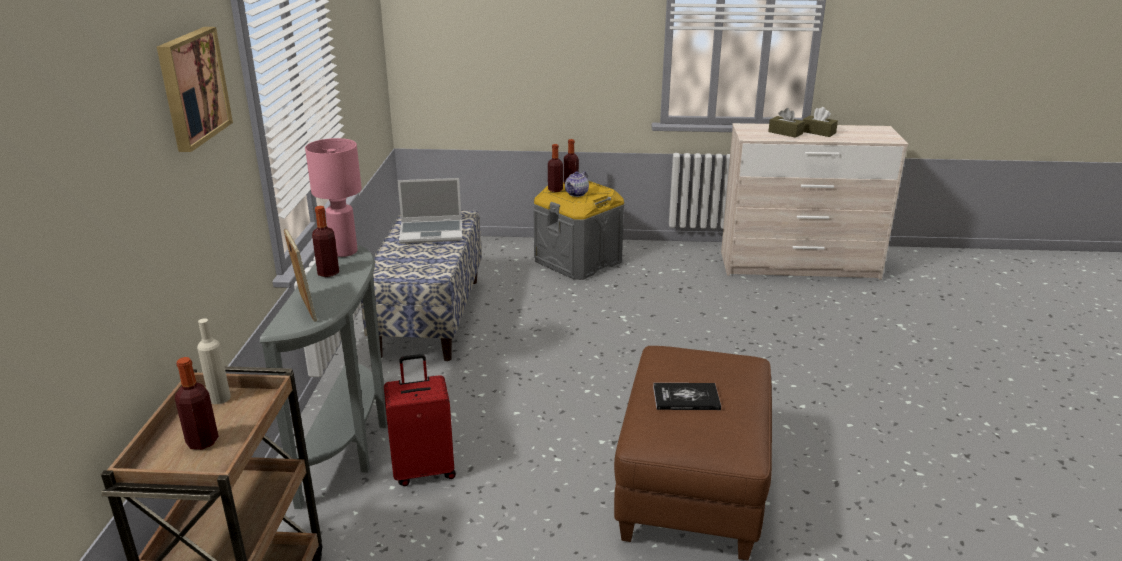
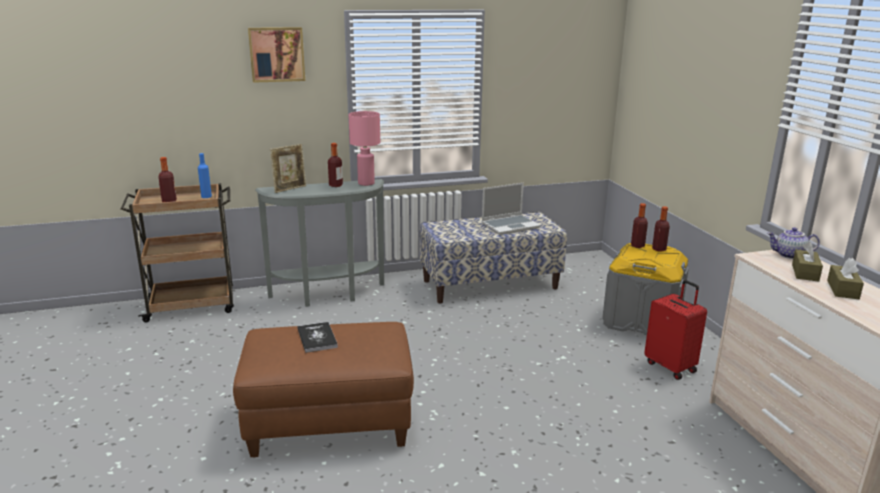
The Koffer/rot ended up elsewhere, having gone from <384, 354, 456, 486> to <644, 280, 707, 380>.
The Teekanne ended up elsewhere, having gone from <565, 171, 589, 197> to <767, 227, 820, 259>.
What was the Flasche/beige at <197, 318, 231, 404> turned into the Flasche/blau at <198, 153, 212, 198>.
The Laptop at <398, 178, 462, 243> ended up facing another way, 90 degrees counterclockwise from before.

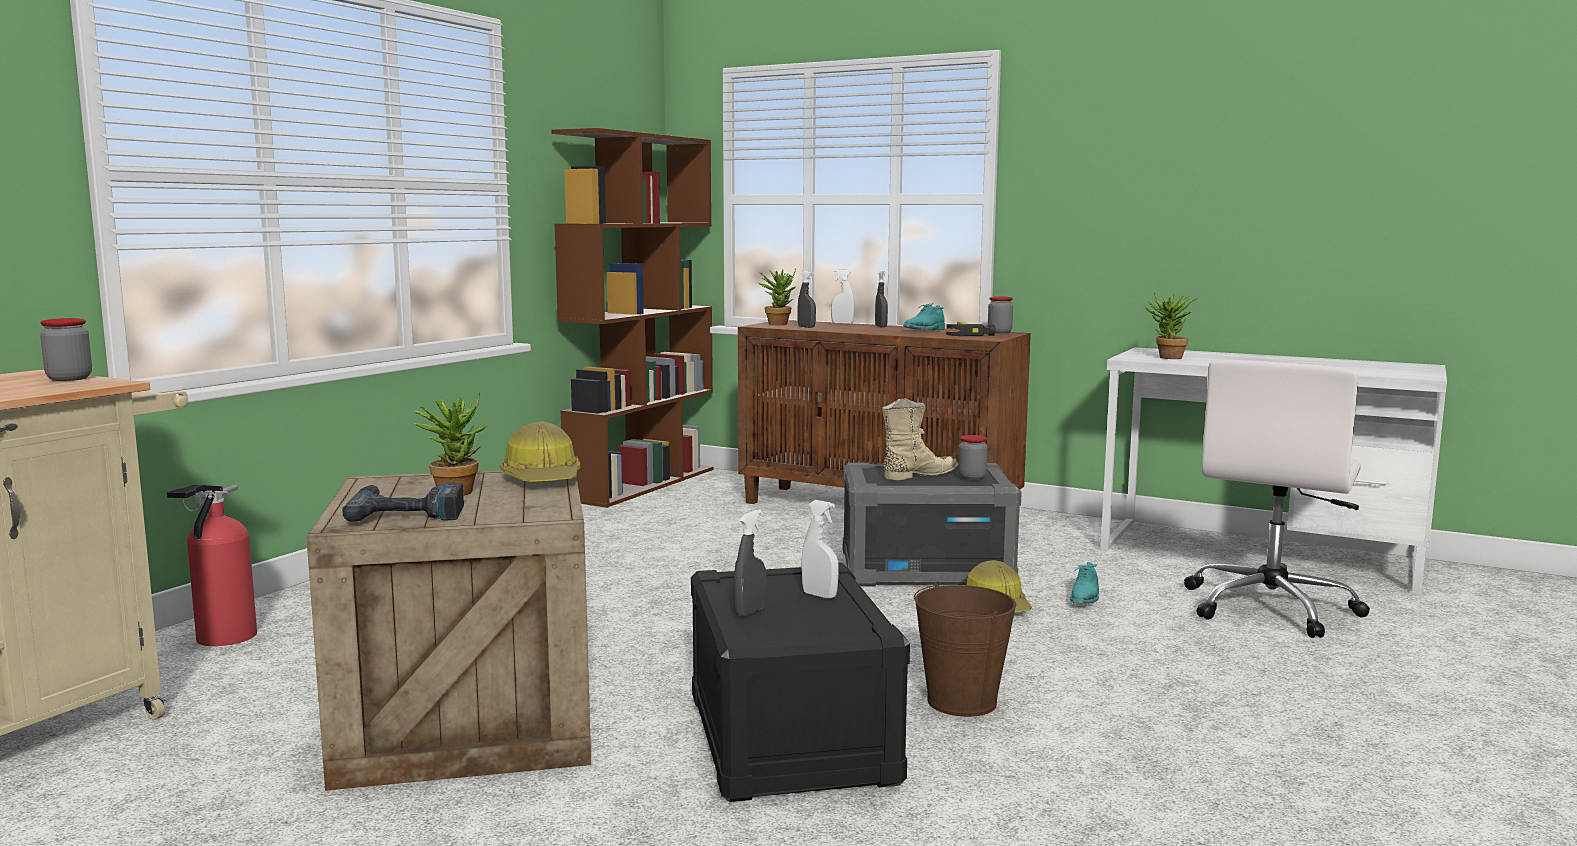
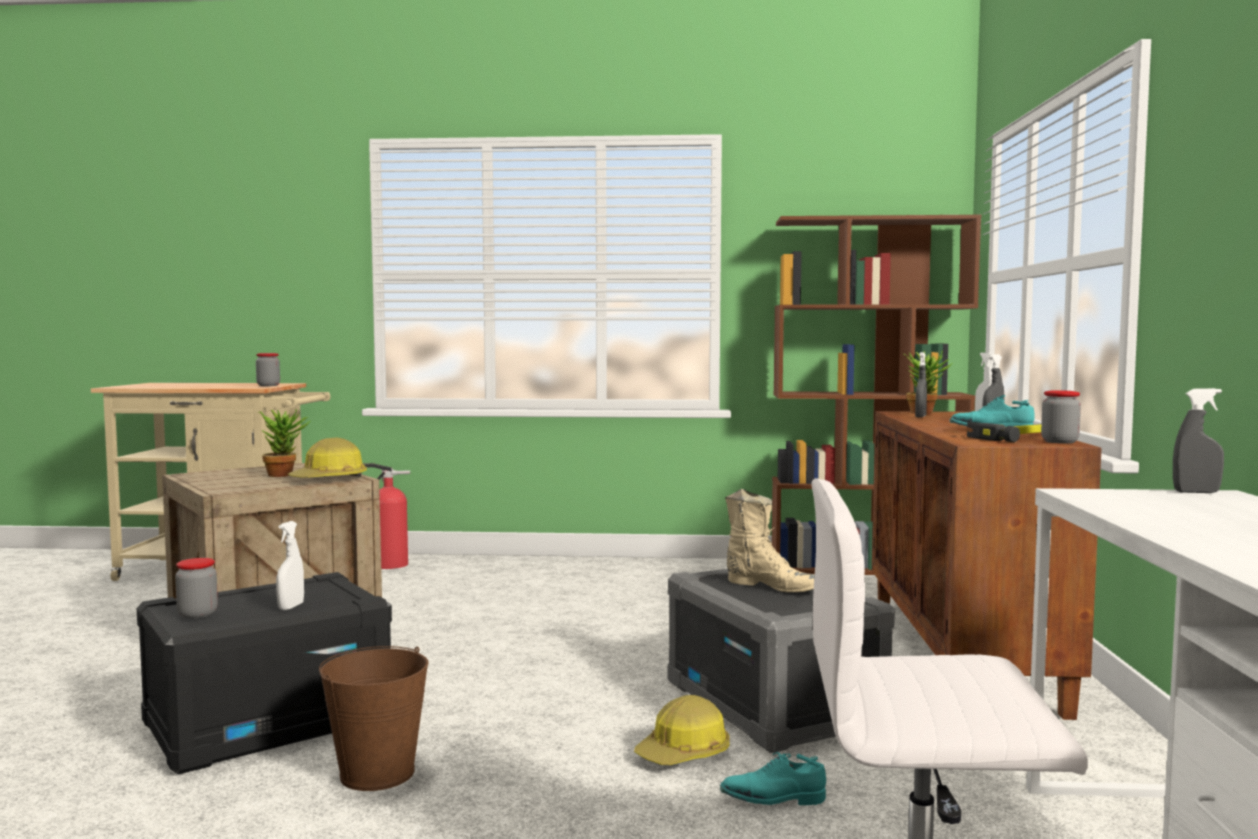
The second view lost the Bohrmaschine at <342, 482, 464, 522>.
The second view lost the Topfpflanze at <1144, 292, 1198, 359>.
The Sprühflasche/grau ended up elsewhere, having gone from <734, 510, 766, 617> to <1173, 388, 1224, 493>.
The Vorratsglas ended up elsewhere, having gone from <958, 435, 988, 480> to <175, 558, 218, 619>.

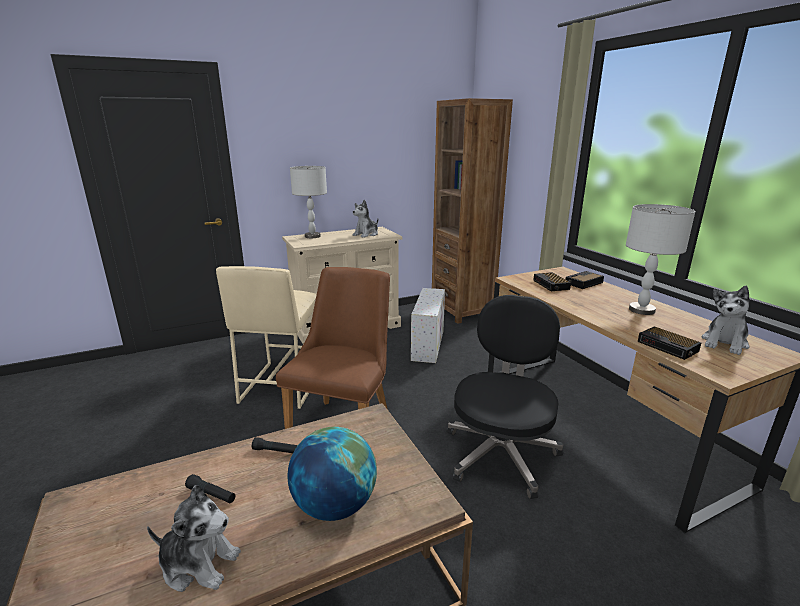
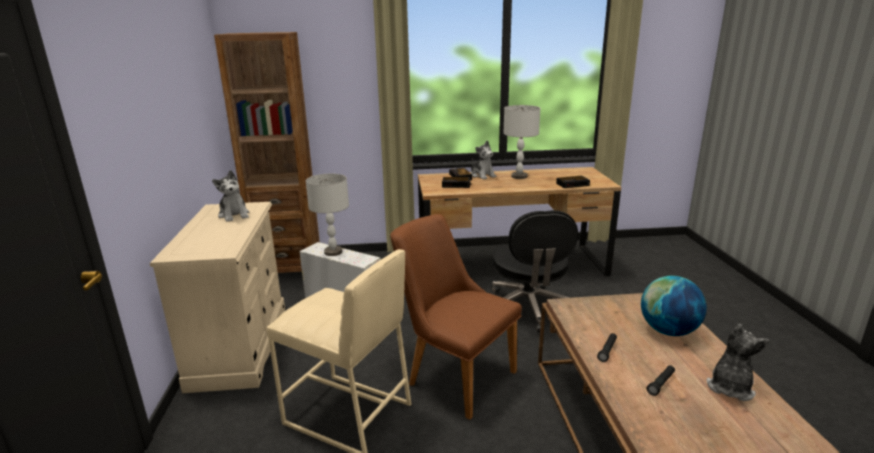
The Tischlampe/grau ended up elsewhere, having gone from <290, 166, 327, 238> to <306, 174, 349, 256>.
The Plüschtier ended up elsewhere, having gone from <702, 286, 749, 355> to <471, 141, 496, 179>.
The Bürostuhl/schwarz at <447, 295, 563, 499> ended up facing another way, 135 degrees counterclockwise from before.

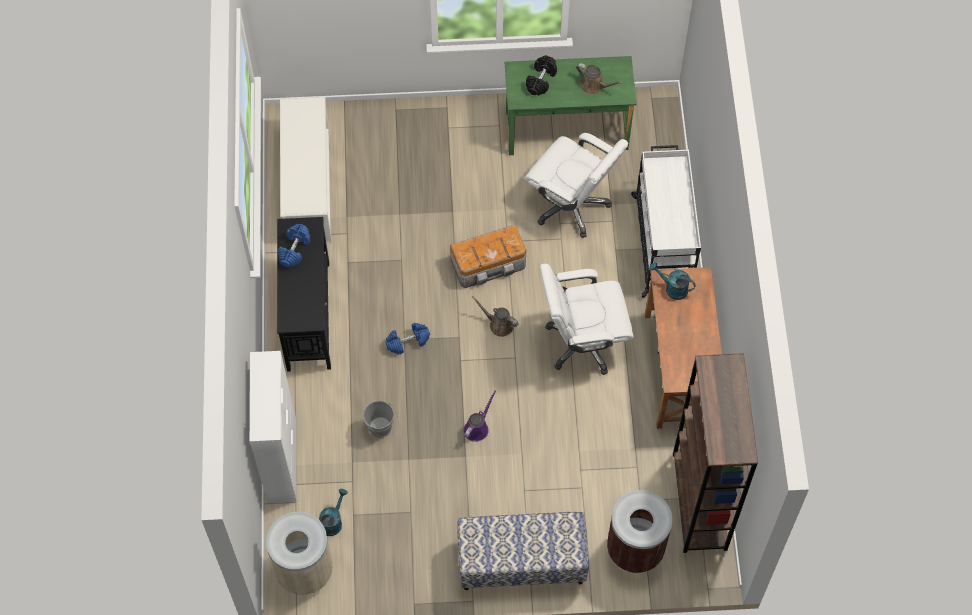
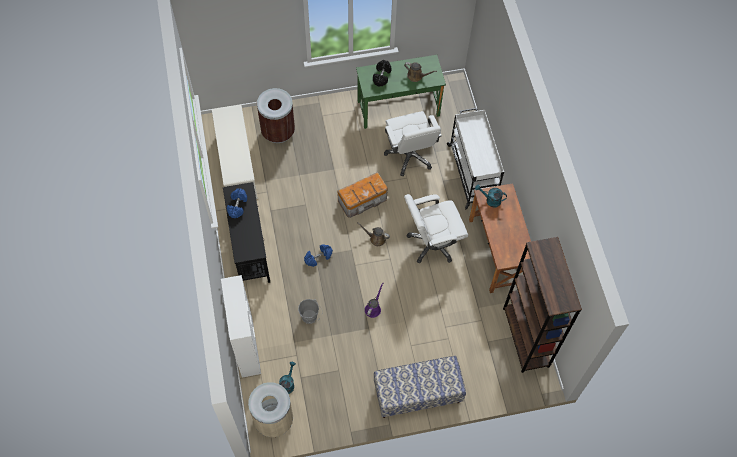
The Mülleimer/braun ended up elsewhere, having gone from <607, 490, 672, 573> to <257, 88, 295, 143>.
The Bürostuhl/weiß at <524, 133, 628, 238> ended up facing another way, 45 degrees clockwise from before.

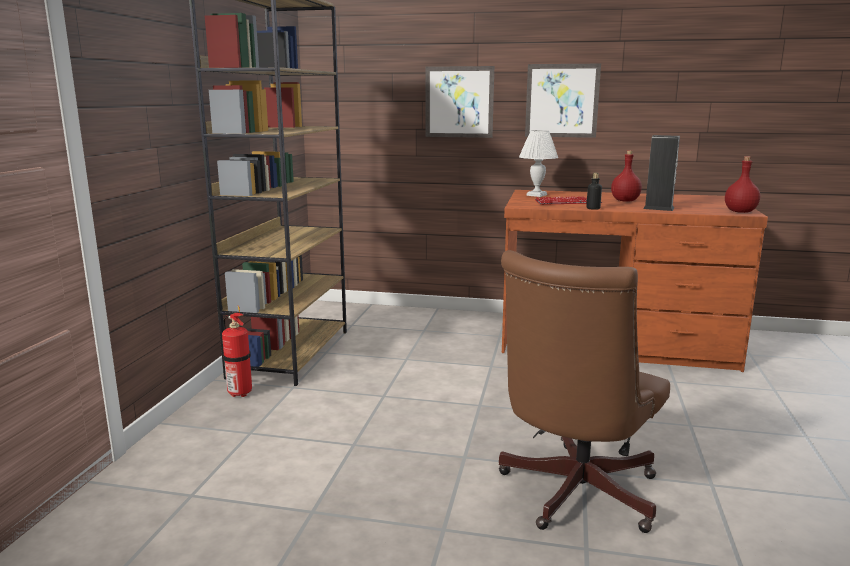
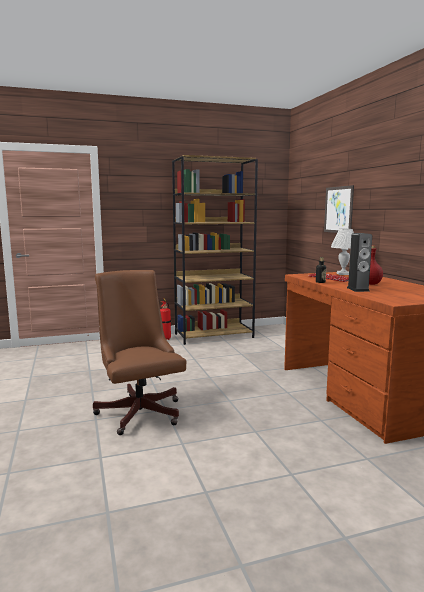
The second view lost the Bild at <525, 64, 601, 138>.
The second view lost the Flasche/rot at <725, 156, 760, 213>.
The Bürostuhl/braun at <499, 250, 670, 533> ended up facing another way, 60 degrees clockwise from before.

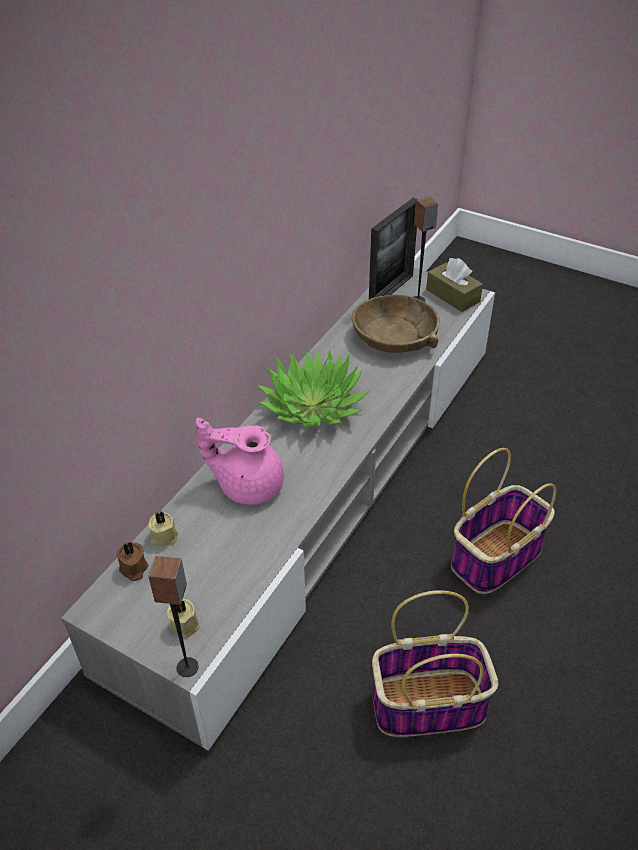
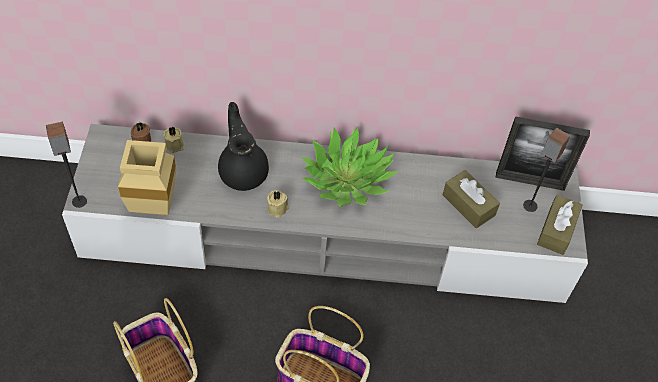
The second view gained the Vase/beige at <118, 140, 176, 215>.
The Kerze/beige ended up elsewhere, having gone from <167, 598, 200, 639> to <267, 190, 289, 218>.
Where the Schüssel/braun stood at <352, 295, 440, 353>, the Taschentuchbox/braun came to stand at <443, 170, 500, 228>.
What was the Teekanne/rosa at <196, 418, 284, 505> turned into the Teekanne/schwarz at <218, 102, 269, 191>.

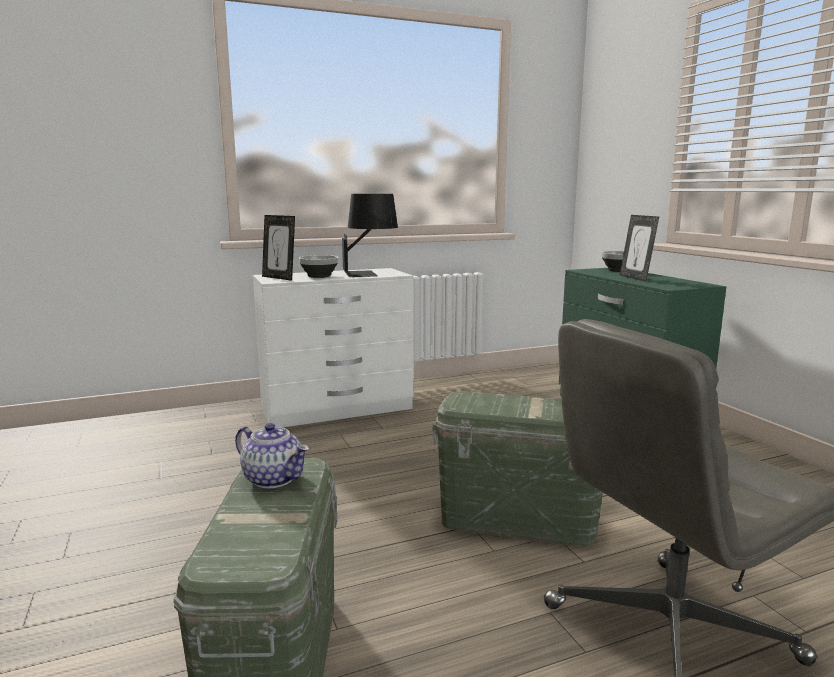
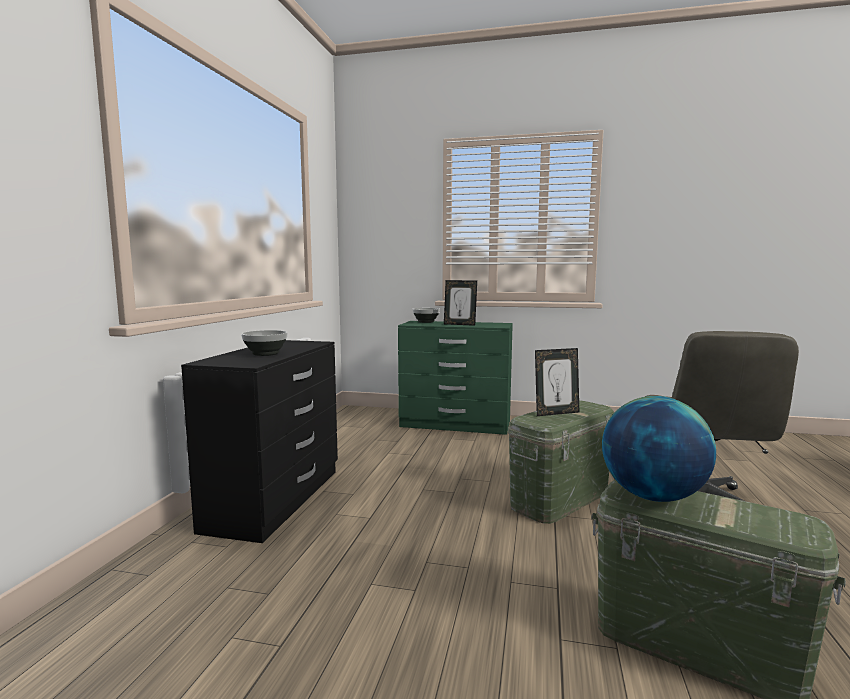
The second view lost the Tischlampe/schwarz at <342, 194, 398, 277>.
The Bilderrahmen ended up elsewhere, having gone from <262, 215, 295, 281> to <535, 348, 579, 416>.
Where the Teekanne stood at <235, 423, 310, 488>, the Globus came to stand at <602, 396, 716, 502>.
What was the Kommode/weiß at <253, 268, 414, 427> turned into the Kommode/schwarz at <181, 340, 338, 543>.

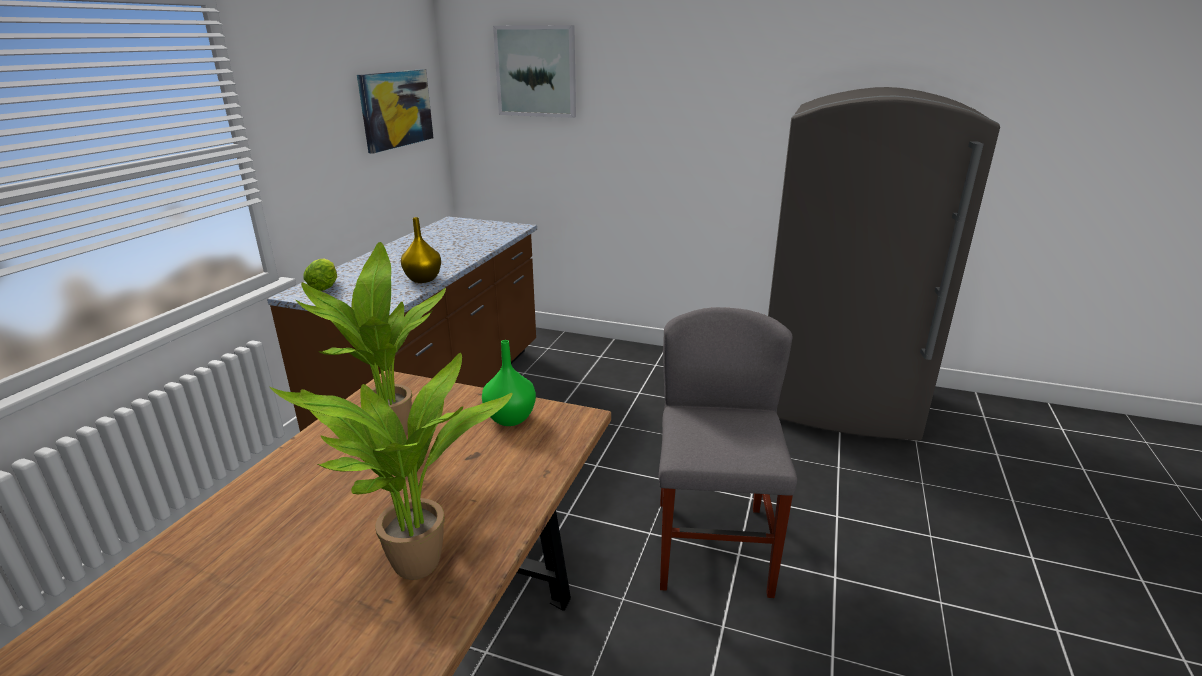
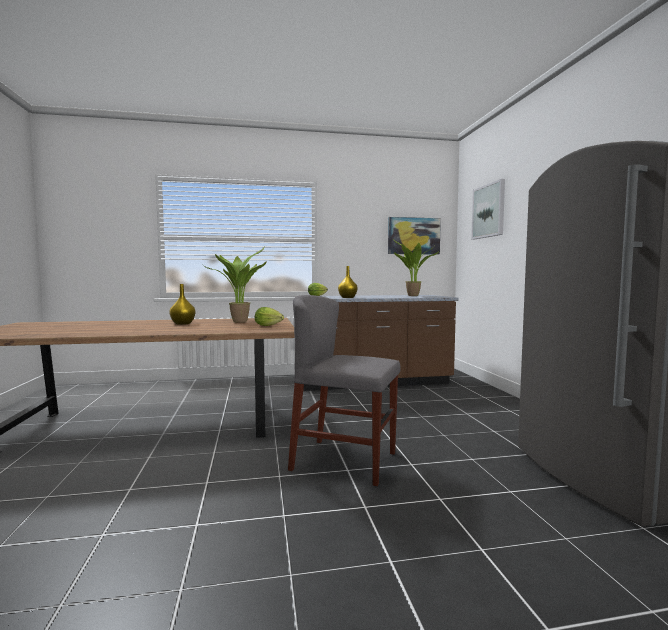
The second view gained the Vase/gelb at <169, 284, 195, 325>.
The Topfpflanze ended up elsewhere, having gone from <270, 353, 513, 580> to <393, 239, 438, 296>.
Where the Vase/grün stood at <482, 340, 536, 426>, the Salatkopf came to stand at <255, 307, 284, 326>.
The Stuhl/grau at <659, 307, 797, 598> ended up facing another way, 135 degrees counterclockwise from before.

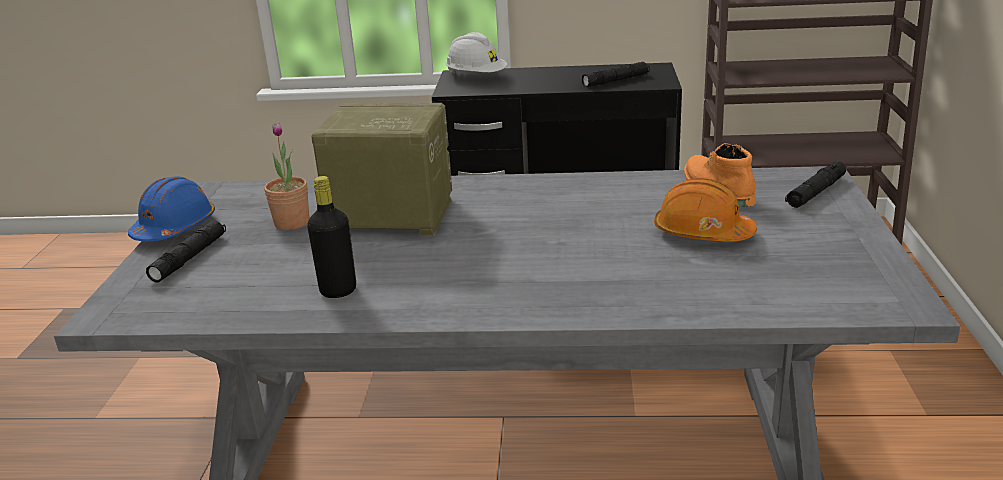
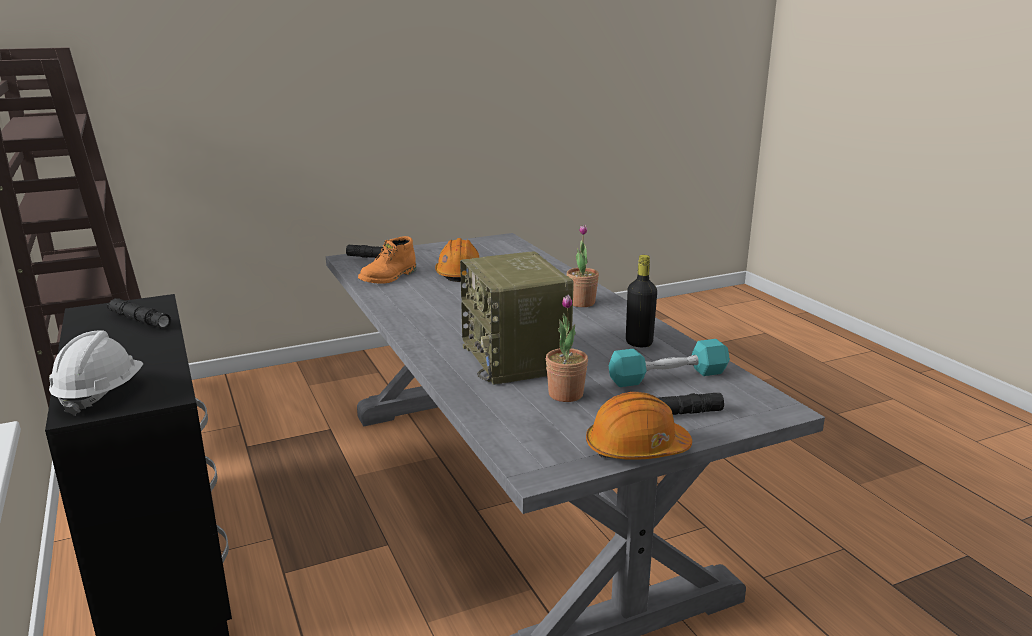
The second view gained the Topfpflanze at <566, 225, 599, 307>.
The second view gained the Hantel/türkis at <608, 339, 730, 387>.
What was the Schutzhelm/blau at <128, 176, 215, 242> turned into the Schutzhelm/orange at <586, 392, 692, 460>.

